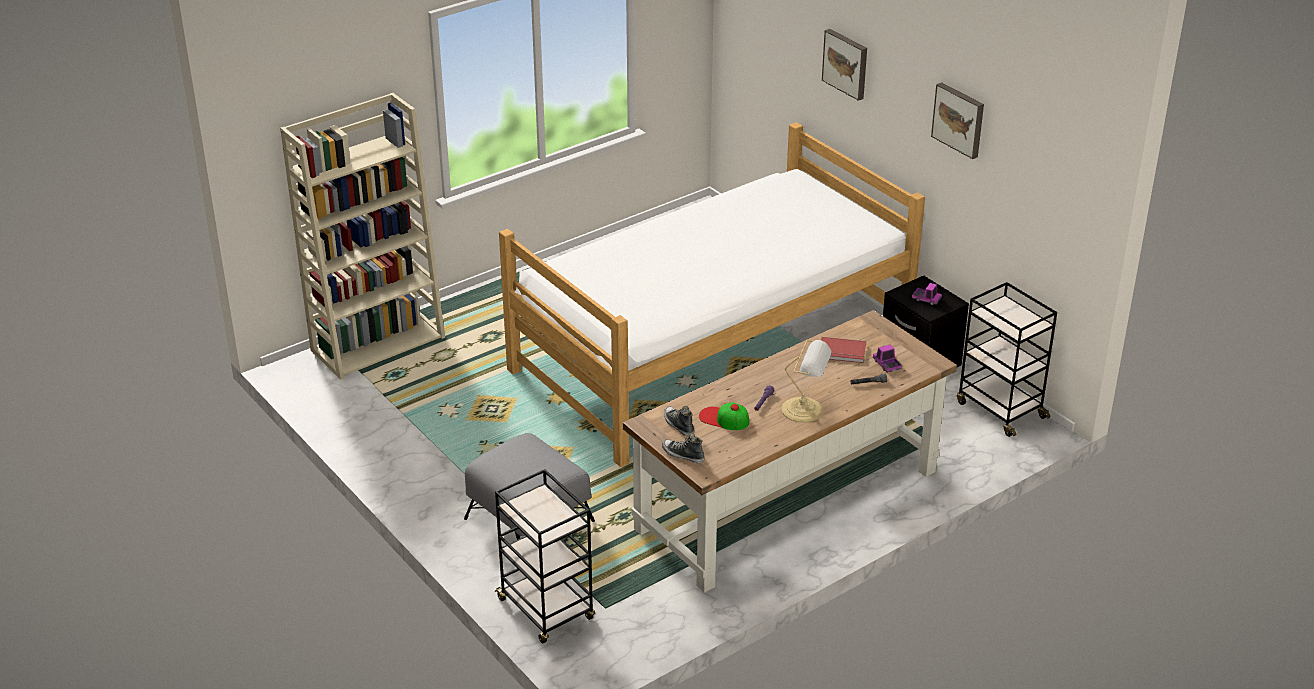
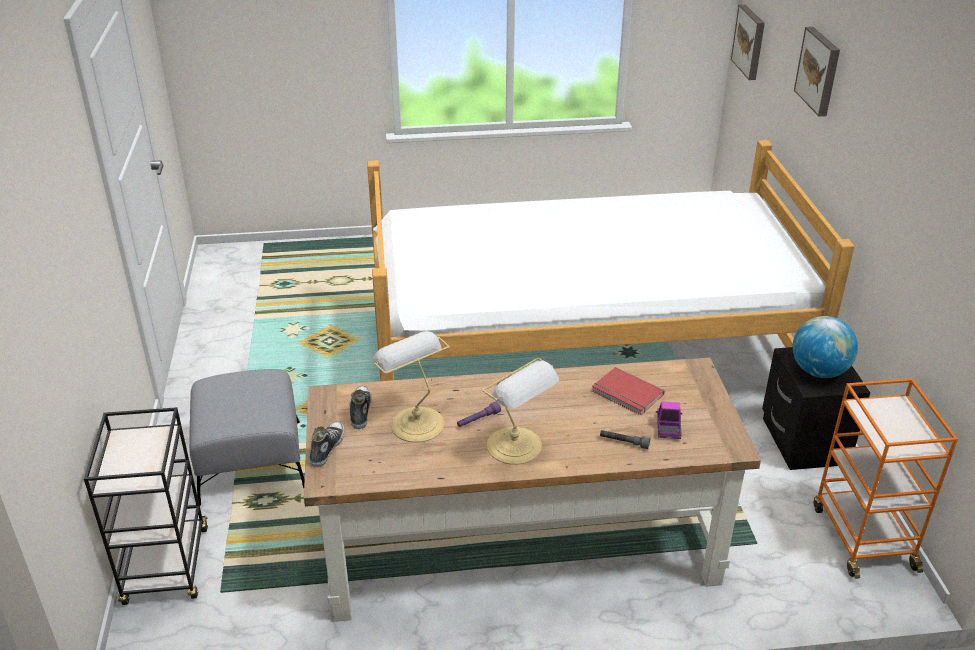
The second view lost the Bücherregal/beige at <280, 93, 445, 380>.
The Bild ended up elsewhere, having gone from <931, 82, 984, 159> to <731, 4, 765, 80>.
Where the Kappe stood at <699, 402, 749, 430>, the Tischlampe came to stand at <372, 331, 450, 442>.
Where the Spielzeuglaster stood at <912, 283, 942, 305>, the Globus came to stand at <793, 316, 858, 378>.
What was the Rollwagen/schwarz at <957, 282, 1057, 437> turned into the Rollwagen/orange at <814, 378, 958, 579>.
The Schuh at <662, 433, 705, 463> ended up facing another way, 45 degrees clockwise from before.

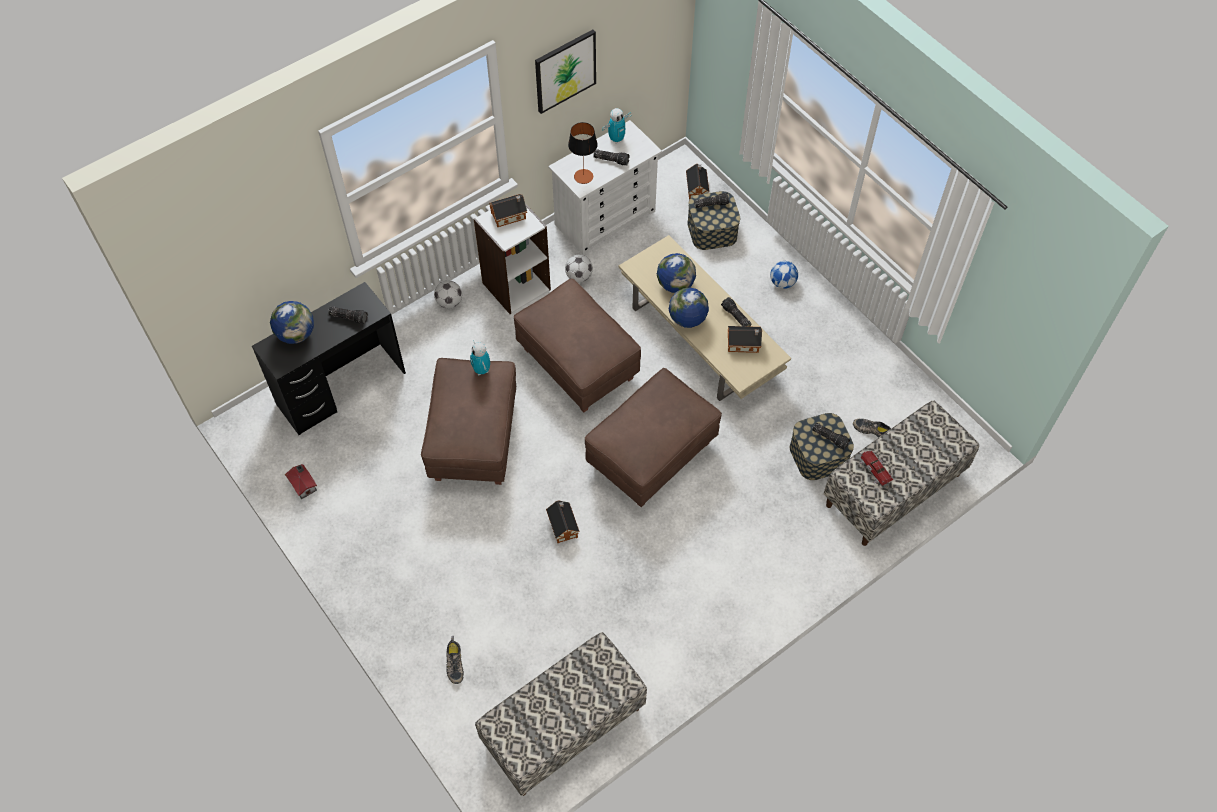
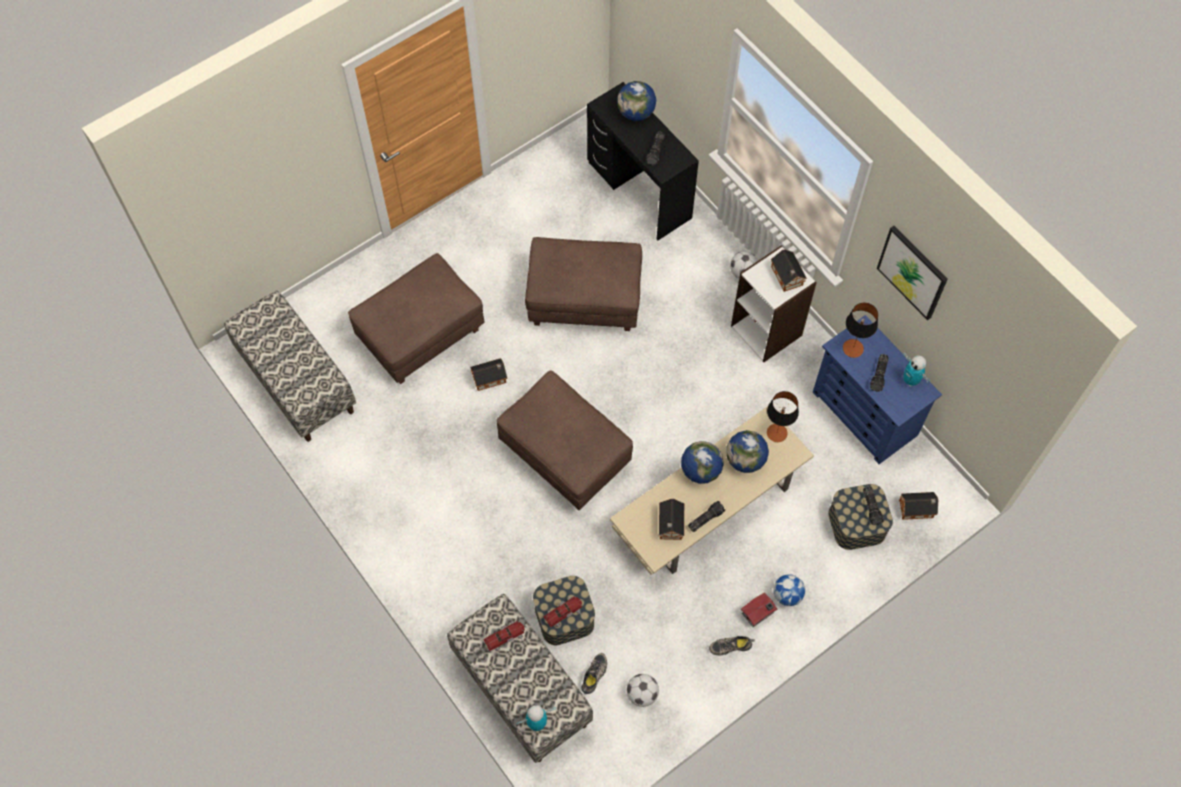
The second view gained the Tischlampe at <767, 391, 799, 442>.
The Spielzeughaus ended up elsewhere, having gone from <285, 464, 317, 499> to <741, 593, 777, 627>.
The Schuh ended up elsewhere, having gone from <446, 636, 464, 684> to <709, 636, 755, 655>.
The Spielzeugroboter ended up elsewhere, having gone from <470, 340, 490, 375> to <516, 705, 556, 731>.
The Polsterhocker/braun ended up elsewhere, having gone from <514, 278, 641, 413> to <348, 253, 485, 384>.
The Fußball ended up elsewhere, having gone from <565, 255, 593, 282> to <627, 674, 659, 707>.
Where the Taschenlampe stood at <812, 423, 850, 450>, the Spielzeugauto came to stand at <543, 596, 582, 628>.
What was the Kommode/weiß at <548, 120, 662, 254> turned into the Kommode/blau at <813, 316, 942, 464>.

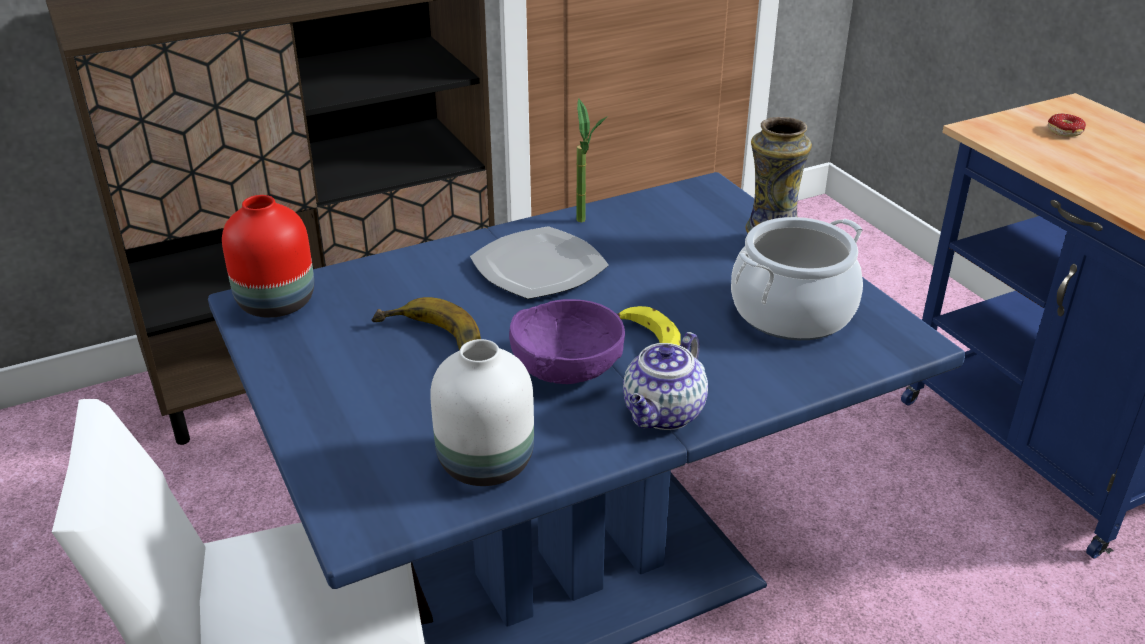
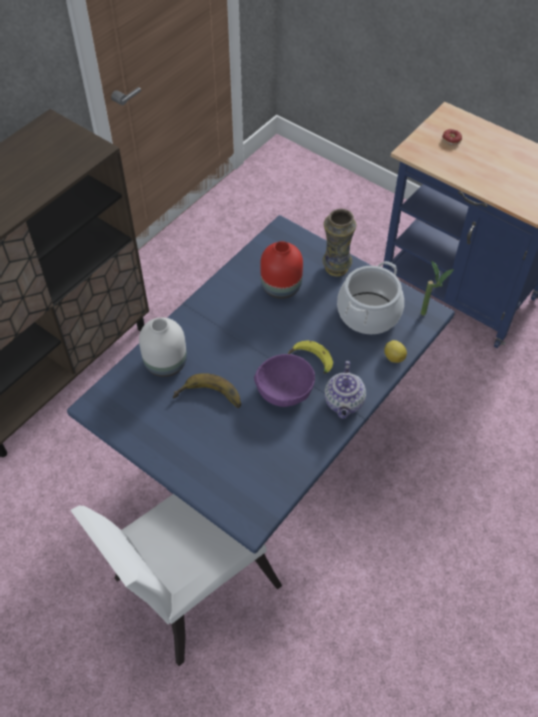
The second view lost the Teller at <470, 226, 609, 299>.
The second view gained the Zitrone at <384, 340, 407, 363>.
The Vase/rot ended up elsewhere, having gone from <222, 195, 314, 318> to <260, 241, 303, 299>.
The Vase/weiß ended up elsewhere, having gone from <430, 339, 534, 486> to <139, 317, 187, 377>.
The Topfpflanze ended up elsewhere, having gone from <576, 98, 608, 222> to <421, 260, 454, 315>.

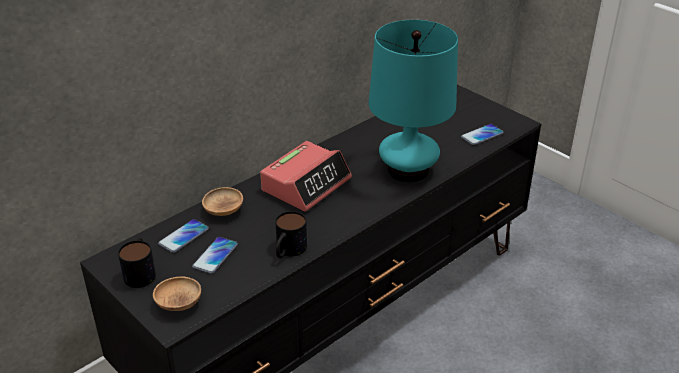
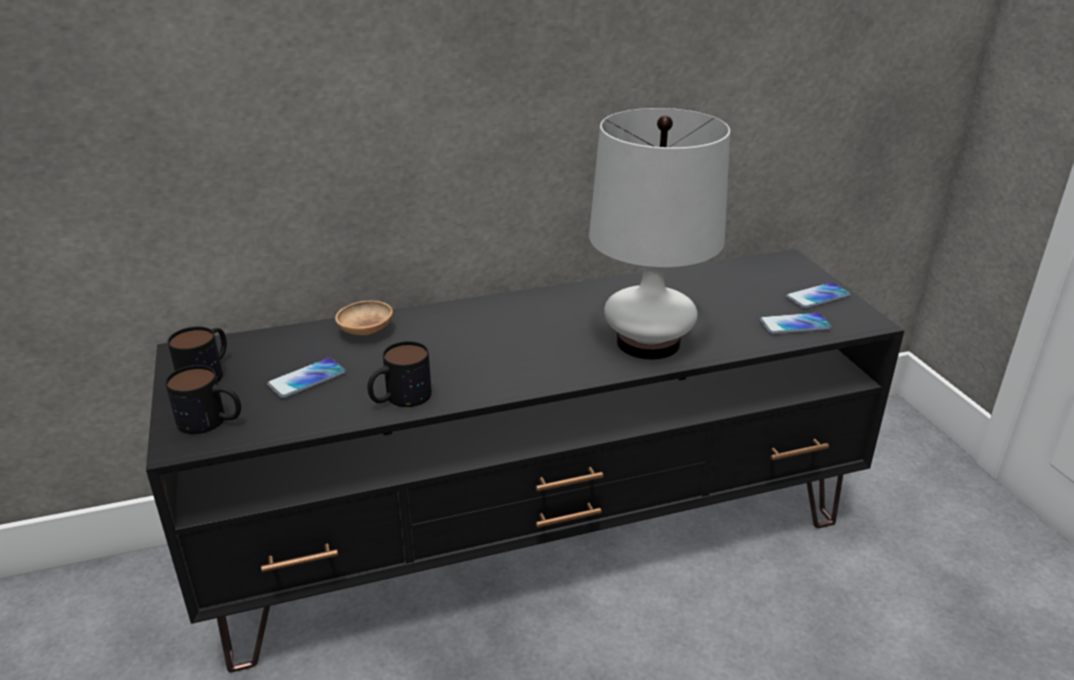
The second view lost the Wecker at <260, 141, 352, 212>.
The Handy ended up elsewhere, having gone from <158, 219, 209, 253> to <786, 282, 851, 309>.
Where the Schüssel/braun stood at <153, 276, 201, 311>, the Henkelbecher came to stand at <165, 365, 241, 434>.
What was the Tischlampe/türkis at <369, 20, 458, 182> turned into the Tischlampe/weiß at <589, 108, 730, 360>.

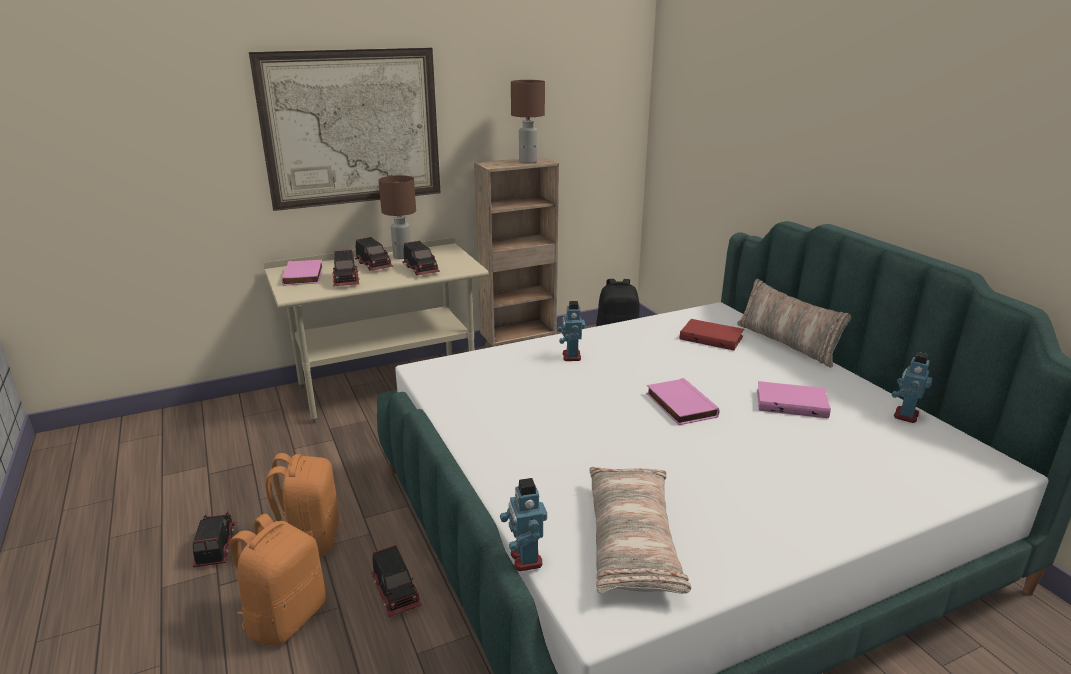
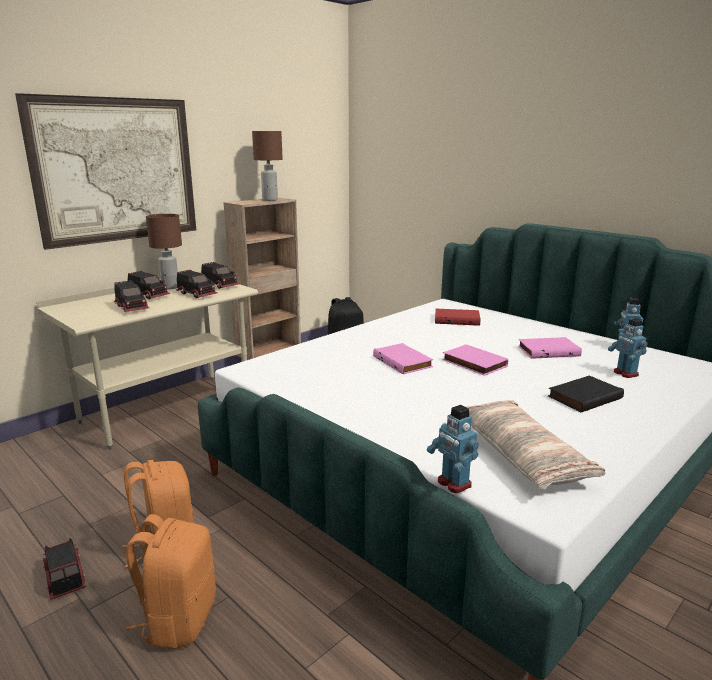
The second view lost the Kissen at <737, 279, 851, 368>.
The second view gained the Buch/schwarz at <548, 375, 624, 412>.
The Buch/rosa ended up elsewhere, having gone from <282, 260, 323, 286> to <373, 343, 433, 375>.
The Spielzeuglaster ended up elsewhere, having gone from <371, 545, 422, 618> to <201, 262, 239, 289>.
The Spielzeugroboter ended up elsewhere, having gone from <558, 301, 586, 361> to <608, 318, 648, 378>.

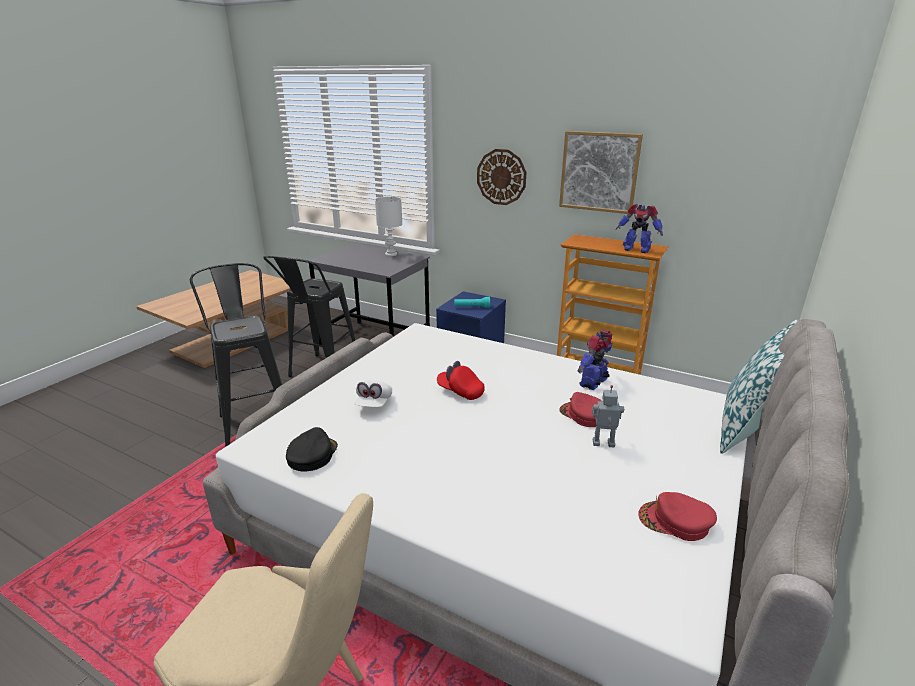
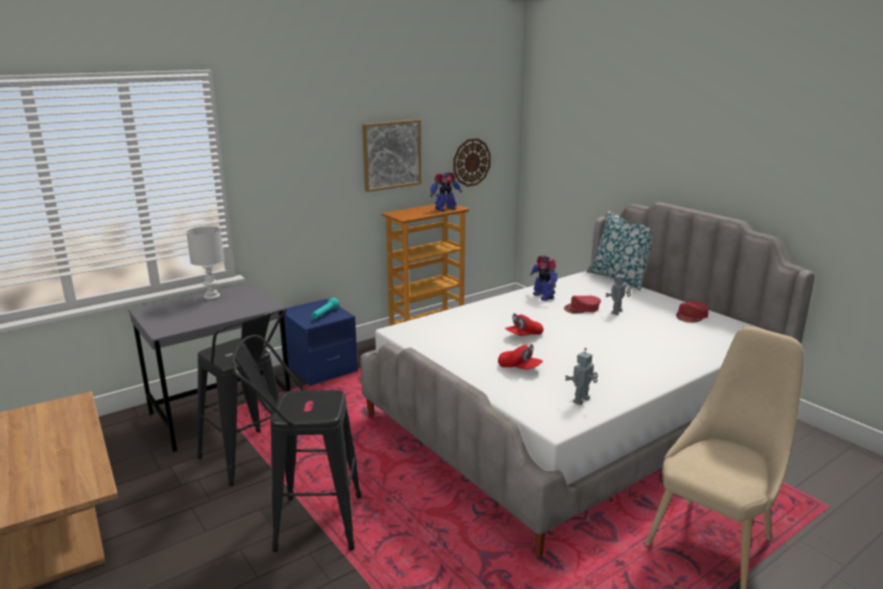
The Wanduhr ended up elsewhere, having gone from <477, 149, 526, 205> to <453, 138, 491, 187>.
Where the Kappe/schwarz stood at <286, 427, 338, 471>, the Spielzeugroboter came to stand at <565, 348, 598, 405>.
What was the Kappe/weiß at <355, 380, 392, 407> turned into the Kappe/rot at <498, 344, 543, 370>.

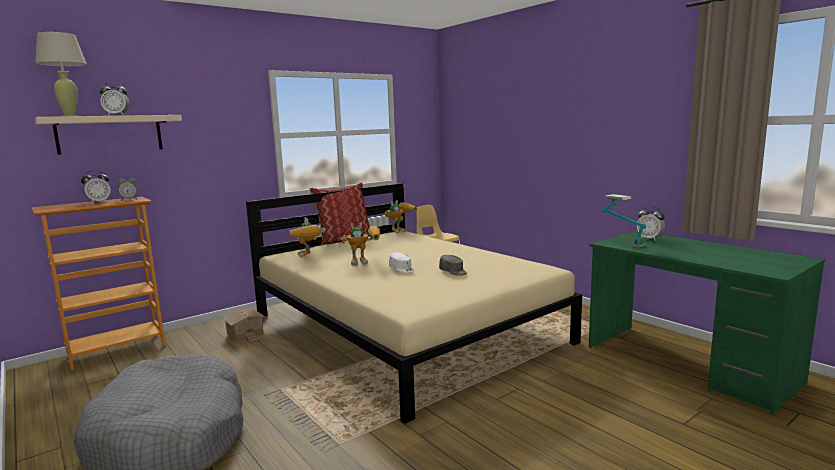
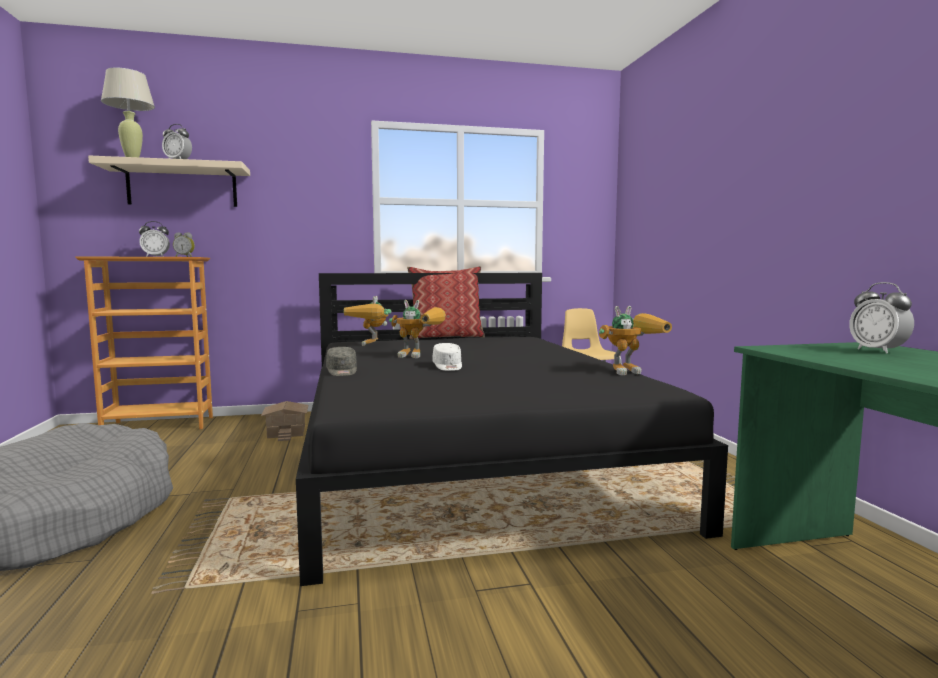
The second view lost the Tischlampe at <602, 194, 646, 248>.
The Spielzeugroboter ended up elsewhere, having gone from <384, 200, 417, 234> to <599, 306, 672, 375>.
The Kappe/grau ended up elsewhere, having gone from <439, 255, 467, 276> to <326, 347, 357, 376>.
What was the Bett/beige at <246, 183, 582, 424> turned into the Bett/schwarz at <296, 273, 728, 586>.

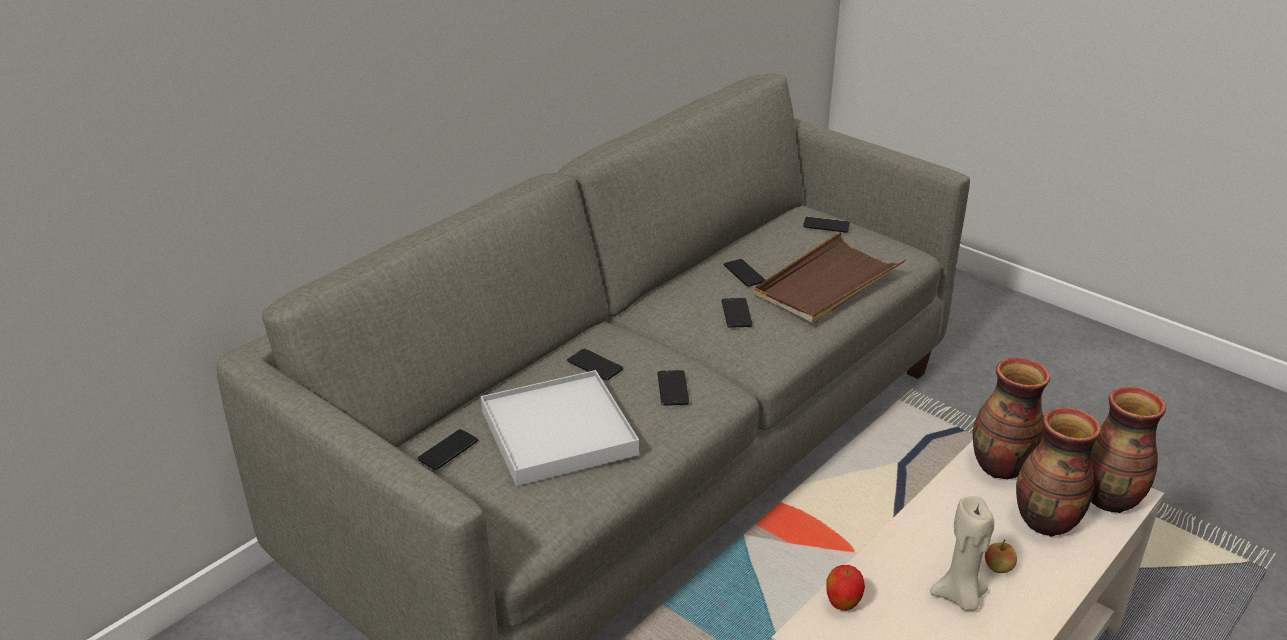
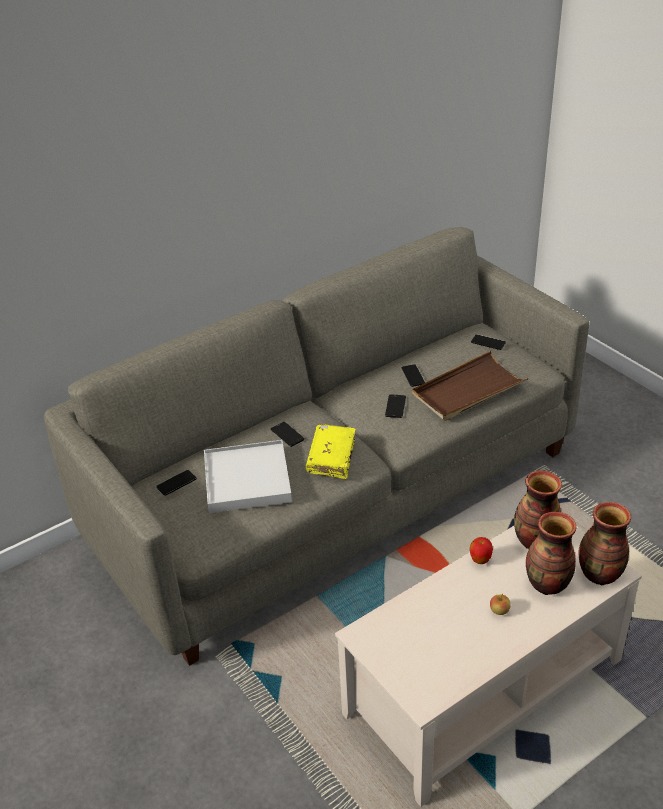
The second view lost the Kerze/beige at <930, 496, 994, 611>.
The Apfel ended up elsewhere, having gone from <826, 565, 865, 611> to <470, 537, 493, 564>.
Where the Handy stood at <657, 370, 689, 406>, the Buch/gelb came to stand at <306, 424, 356, 479>.

